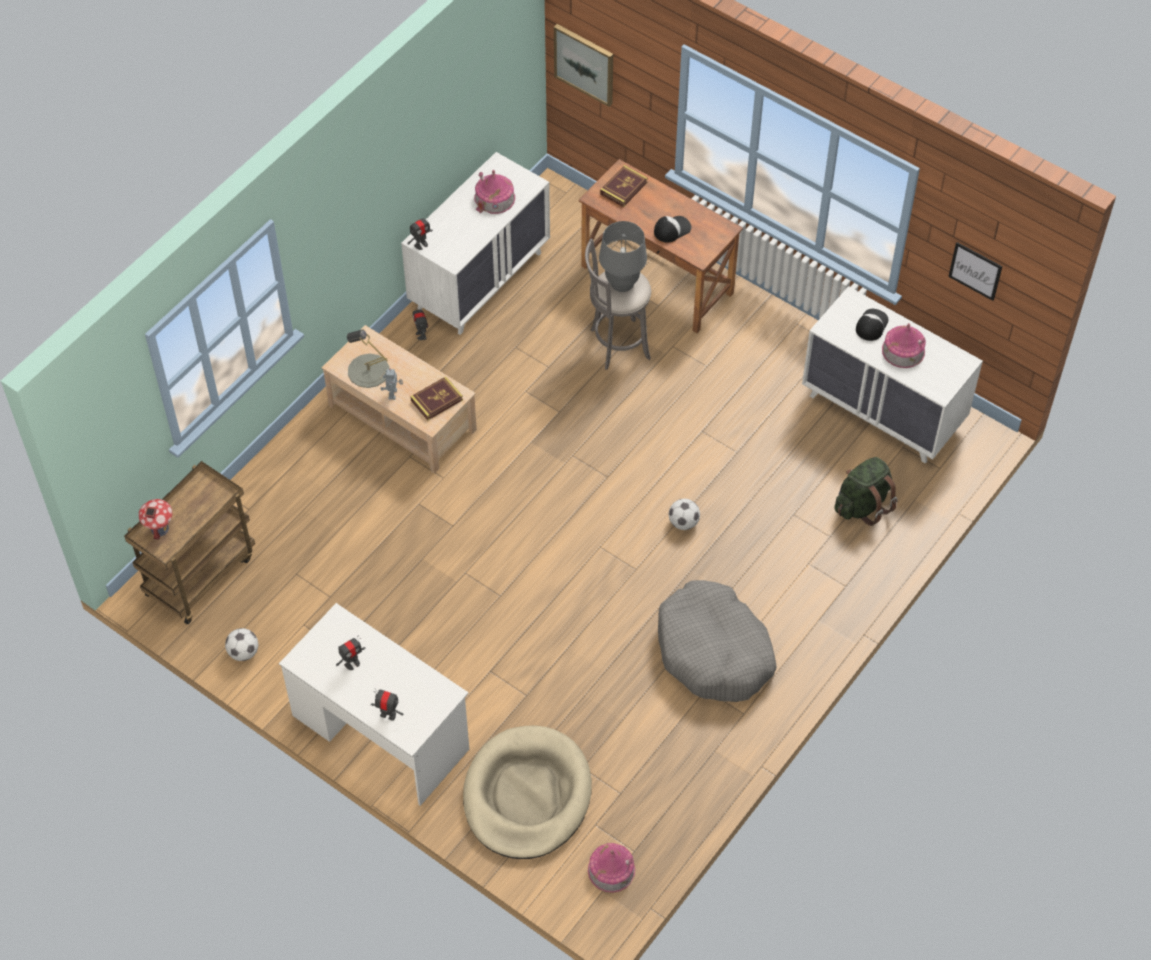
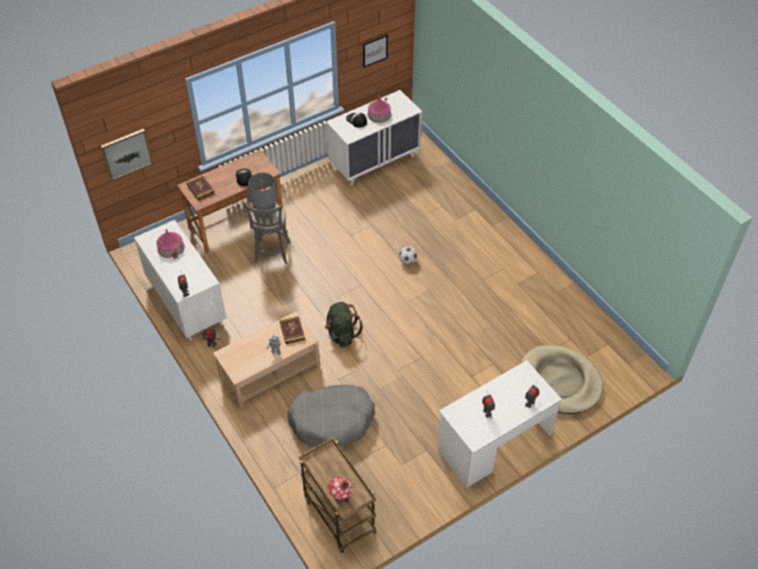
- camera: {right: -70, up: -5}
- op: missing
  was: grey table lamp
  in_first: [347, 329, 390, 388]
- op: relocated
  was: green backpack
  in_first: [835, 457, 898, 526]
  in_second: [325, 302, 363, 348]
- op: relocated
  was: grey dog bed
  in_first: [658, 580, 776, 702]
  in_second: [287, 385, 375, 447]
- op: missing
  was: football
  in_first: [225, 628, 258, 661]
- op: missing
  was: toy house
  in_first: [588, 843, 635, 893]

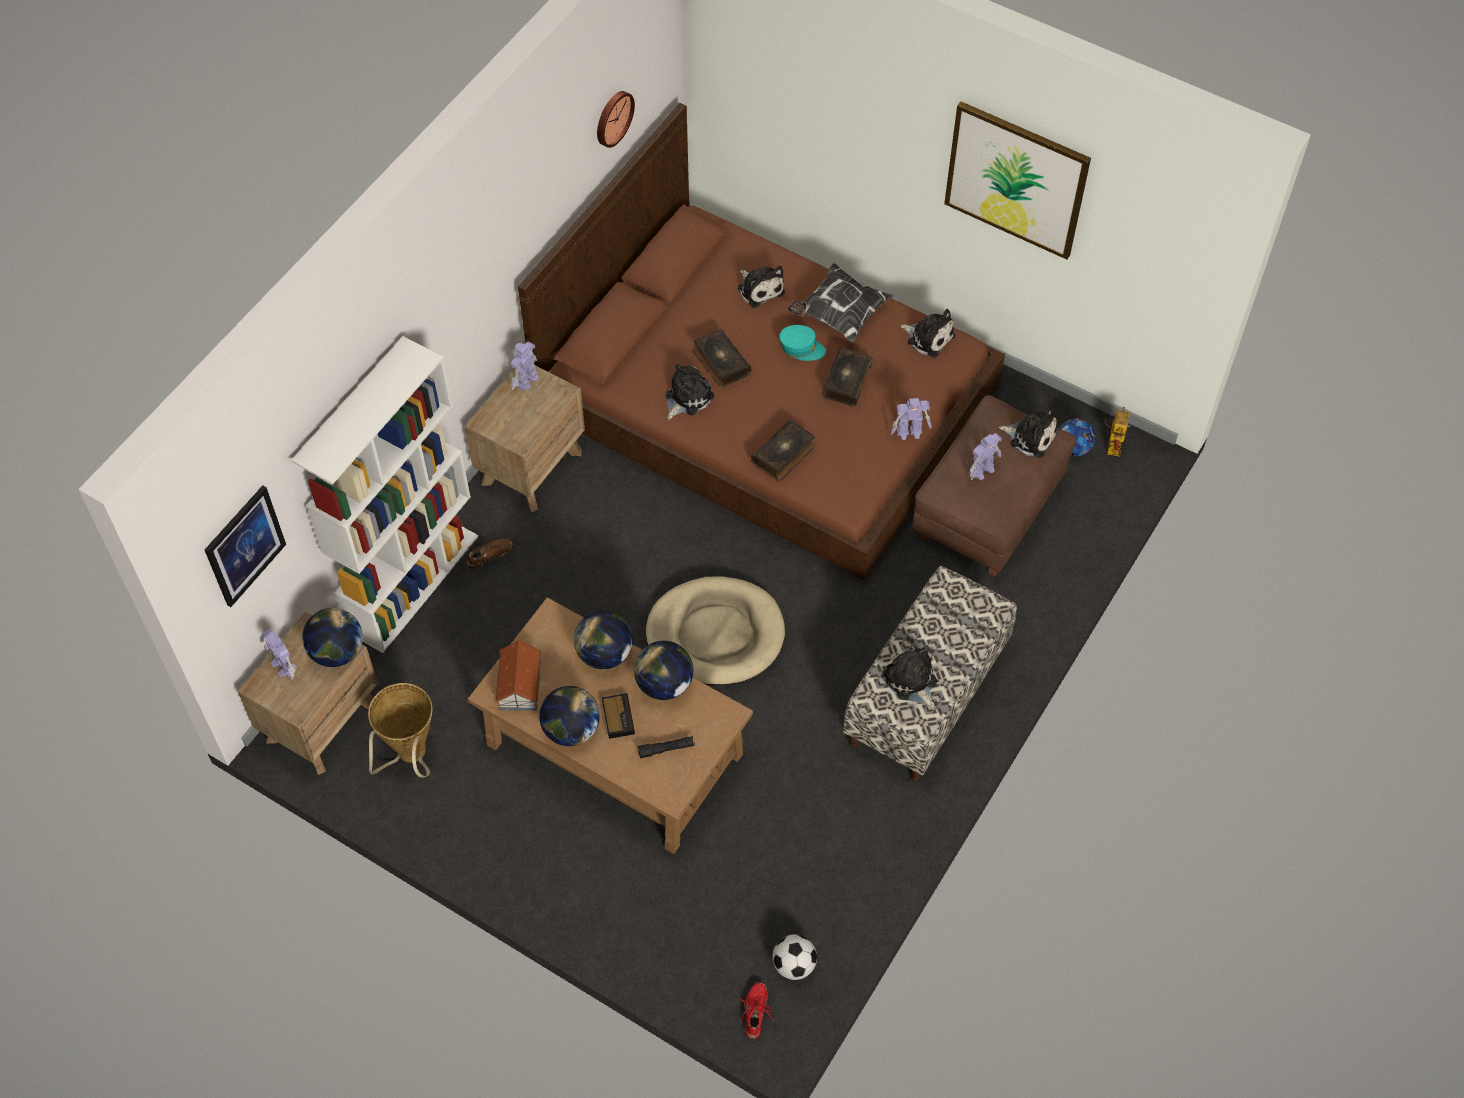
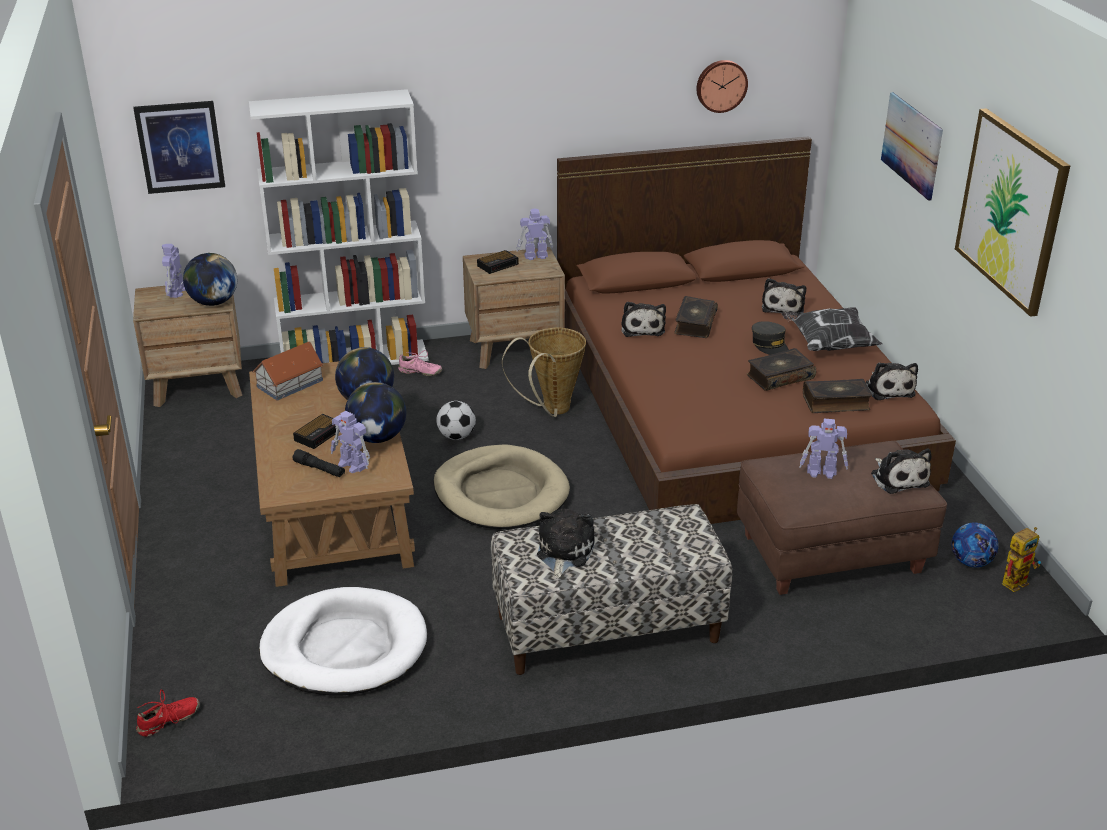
- camera: {right: 45, up: -25}
- op: colour
  was: turquoise cap
  now: grey cap
  in_first: [779, 325, 826, 361]
  in_second: [752, 321, 789, 355]
- op: spun
  was: plush toy
  in_first: [666, 364, 714, 420]
  in_second: [621, 302, 666, 337]
  clockwise: 90
- op: relocated
  was: toy robot
  in_first: [891, 398, 932, 440]
  in_second: [331, 411, 370, 473]
- op: relocated
  was: book
  in_first: [751, 420, 815, 481]
  in_second: [803, 379, 872, 413]
- op: colour
  was: brown shoe
  now: pink shoe
  in_first: [466, 533, 512, 569]
  in_second: [398, 350, 442, 376]
- op: relocated
  was: basket
  in_first: [368, 683, 433, 778]
  in_second: [502, 328, 586, 417]
- op: missing
  was: globe
  in_first: [539, 686, 600, 746]
- op: relocated
  was: football
  in_first: [772, 934, 817, 980]
  in_second: [436, 401, 476, 440]
- op: appeared
  now: picture
  in_second: [881, 92, 943, 201]
- op: appeared
  now: alarm clock
  in_second: [477, 250, 519, 274]
- op: appeared
  now: white dog bed
  in_second: [259, 587, 427, 696]

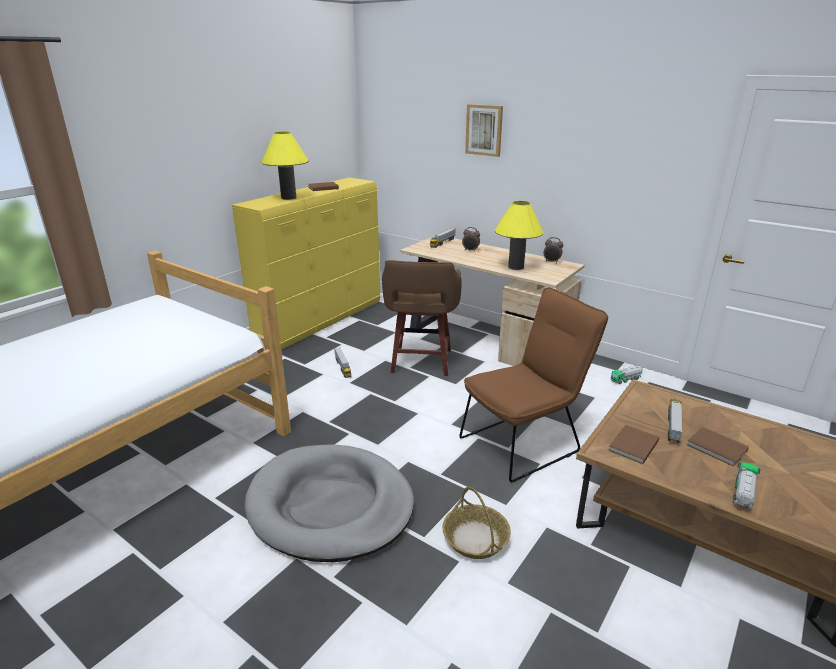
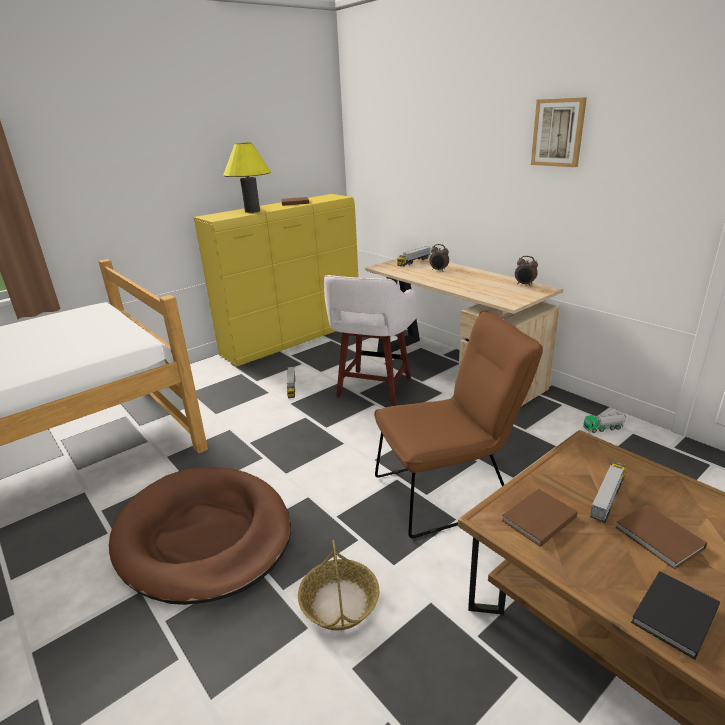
- camera: {right: 15, up: 0}
- op: relocated
  was: picture
  in_first: [465, 104, 503, 157]
  in_second: [531, 97, 587, 167]
- op: missing
  was: yellow table lamp
  in_first: [495, 201, 543, 270]
- op: colour
  was: brown stool
  now: white stool
  in_first: [382, 260, 462, 376]
  in_second: [324, 275, 417, 405]
- op: colour
  was: grey dog bed
  now: brown dog bed
  in_first: [245, 444, 414, 562]
  in_second: [109, 467, 291, 605]
- op: exchanged
  was: toy truck
  now: black book
  in_first: [733, 462, 760, 509]
  in_second: [631, 571, 720, 660]

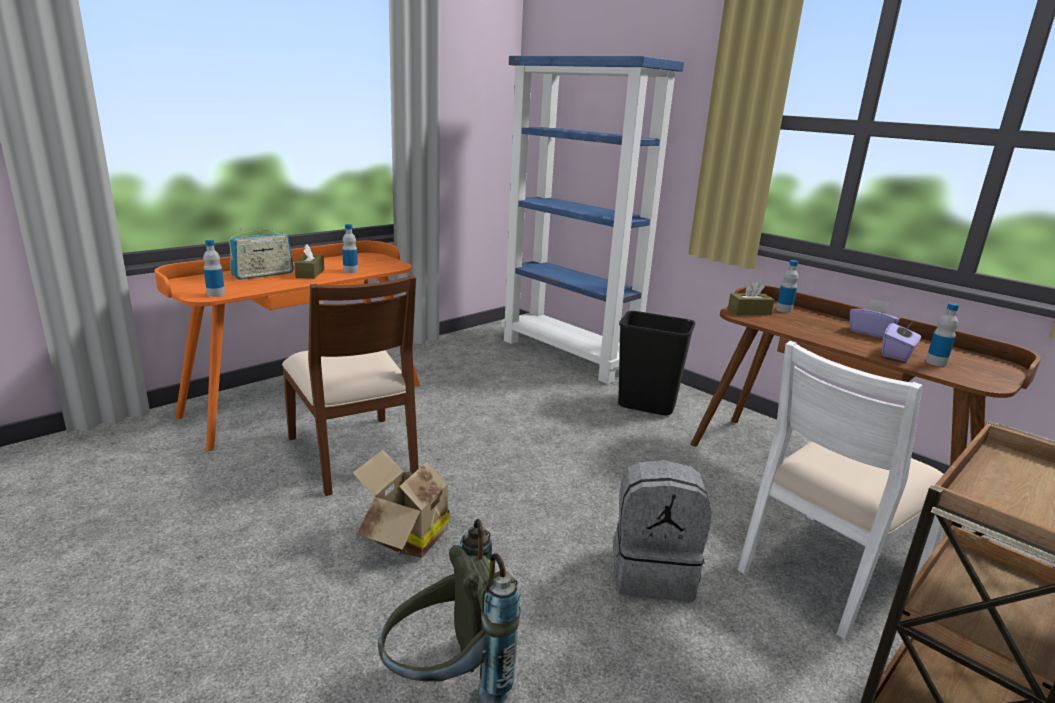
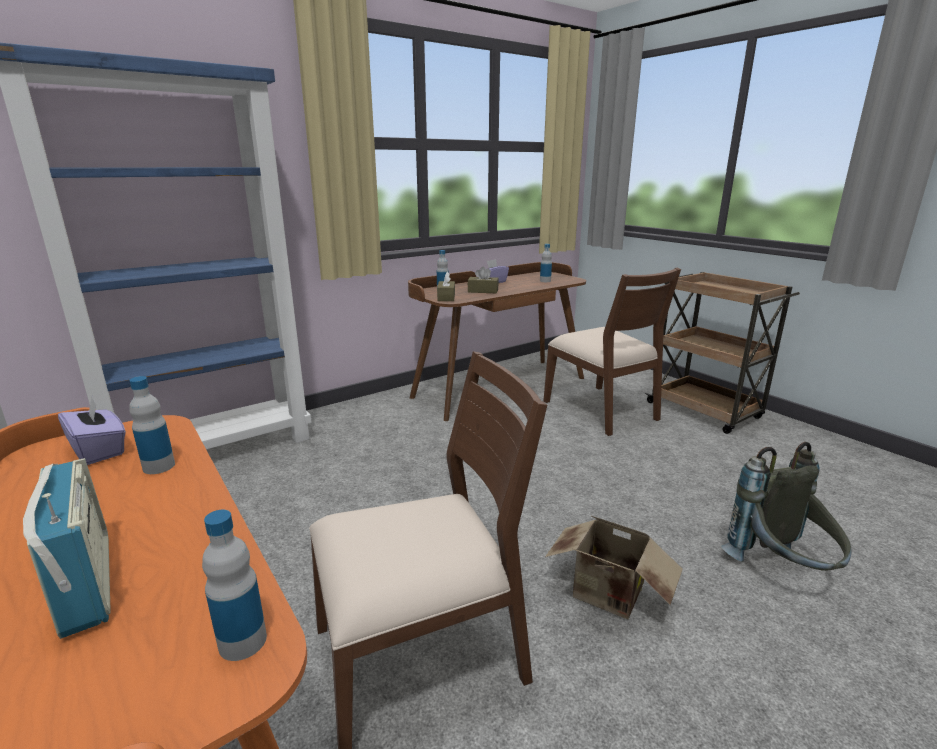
- camera: {right: -80, up: 0}
- op: relocated
  was: brown tissue box
  in_first: [294, 244, 325, 279]
  in_second: [468, 266, 499, 293]
- op: missing
  was: black trash can
  in_first: [618, 311, 695, 415]
- op: relocated
  was: purple tissue box
  in_first: [882, 322, 921, 361]
  in_second: [58, 398, 126, 465]
- op: colour
  was: white chair
  now: brown chair
  in_first: [737, 341, 944, 640]
  in_second: [543, 268, 681, 436]
- op: missing
  was: grey backpack
  in_first: [613, 460, 711, 601]

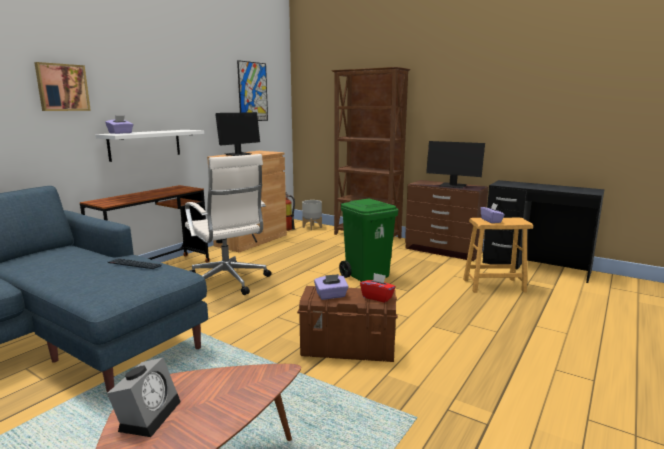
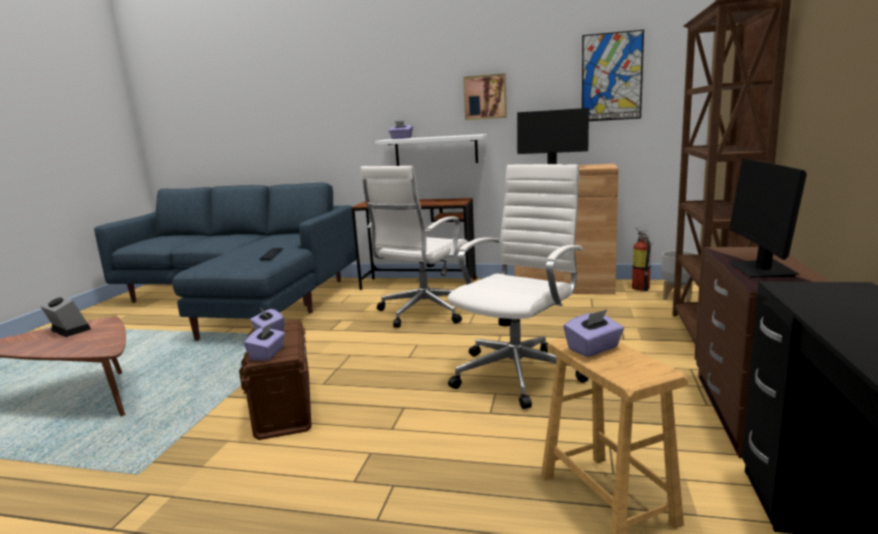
- camera: {right: 70, up: 0}
- op: relocated
  was: picture
  in_first: [34, 62, 91, 111]
  in_second: [463, 74, 507, 120]
- op: exchanged
  was: green trash can
  now: white office chair
  in_first: [339, 199, 398, 282]
  in_second: [448, 164, 589, 409]
- op: colour
  was: red tissue box
  now: purple tissue box
  in_first: [360, 273, 396, 303]
  in_second: [244, 323, 285, 361]
- op: spun
  was: alarm clock
  in_first: [107, 358, 181, 437]
  in_second: [40, 296, 91, 337]
  clockwise: -135

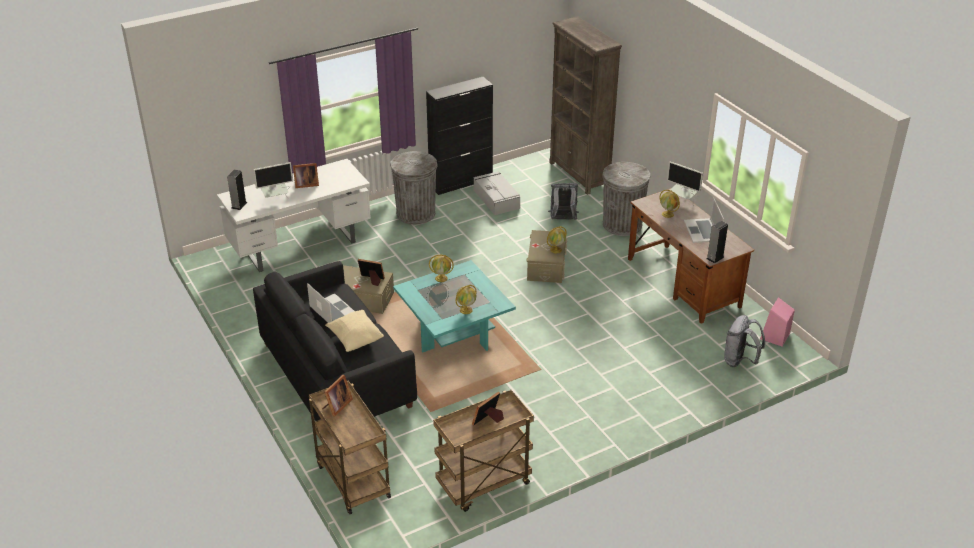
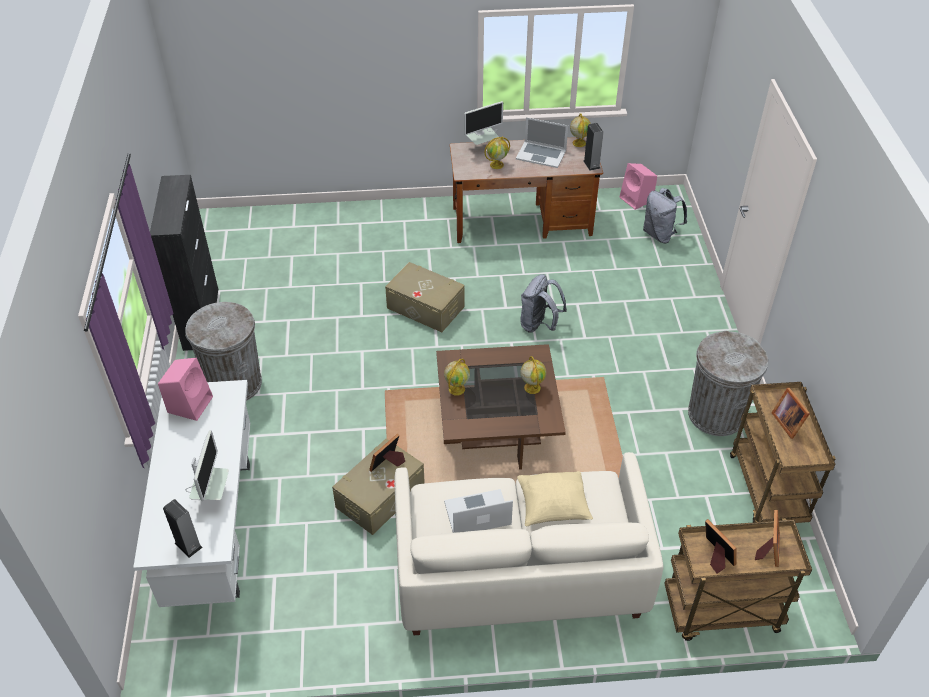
- camera: {right: -65, up: 10}
- op: missing
  was: brown bookcase
  in_first: [549, 16, 622, 195]
- op: relocated
  was: grey trash can
  in_first: [603, 162, 651, 236]
  in_second: [688, 331, 768, 436]
- op: relocated
  was: picture frame
  in_first: [293, 163, 319, 188]
  in_second: [755, 510, 780, 567]
- op: missing
  was: grey storage box
  in_first: [473, 171, 520, 215]
- op: relocated
  was: grey backpack
  in_first: [548, 183, 579, 220]
  in_second: [520, 274, 567, 333]
- op: relocated
  was: globe
  in_first: [547, 226, 567, 253]
  in_second: [570, 113, 591, 147]
- op: colour
  was: turquoise coffee table
  now: brown coffee table
  in_first: [393, 260, 516, 352]
  in_second: [436, 344, 566, 470]
- op: colour
  was: black sofa
  now: white sofa
  in_first: [253, 261, 417, 421]
  in_second: [394, 452, 663, 635]
- op: appeared
  now: pink speaker
  in_second: [158, 358, 213, 421]

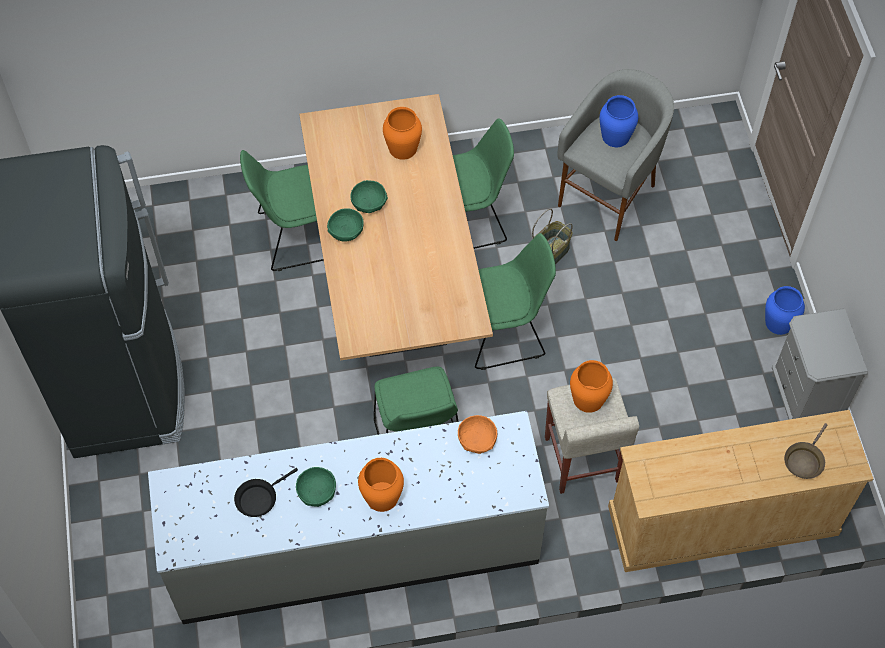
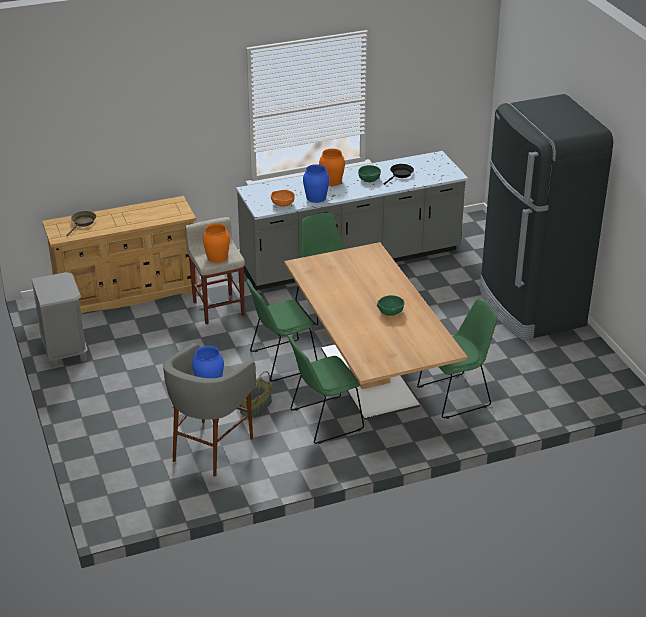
- camera: {right: 170, up: -25}
- op: missing
  was: orange vase
  in_first: [383, 107, 422, 160]
- op: missing
  was: green bowl
  in_first: [327, 208, 364, 242]
- op: relocated
  was: blue vase
  in_first: [765, 286, 805, 335]
  in_second: [303, 164, 329, 203]

